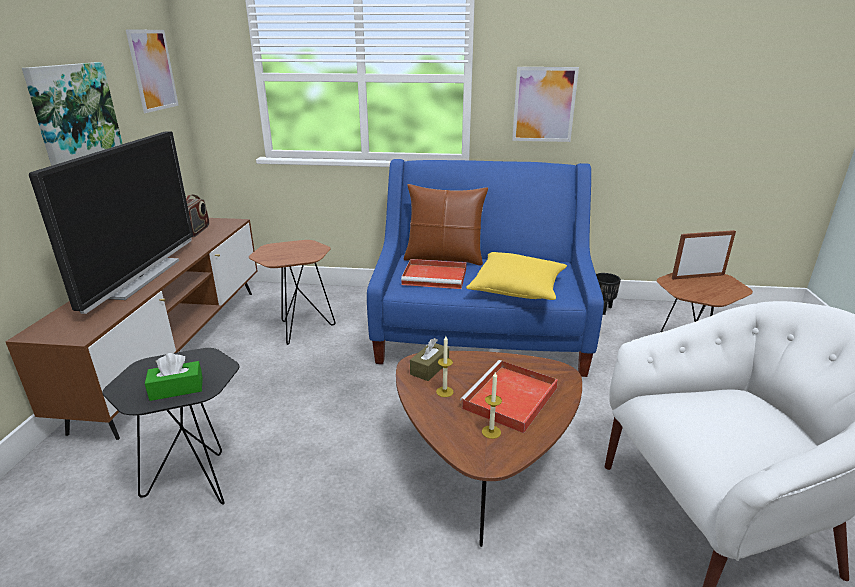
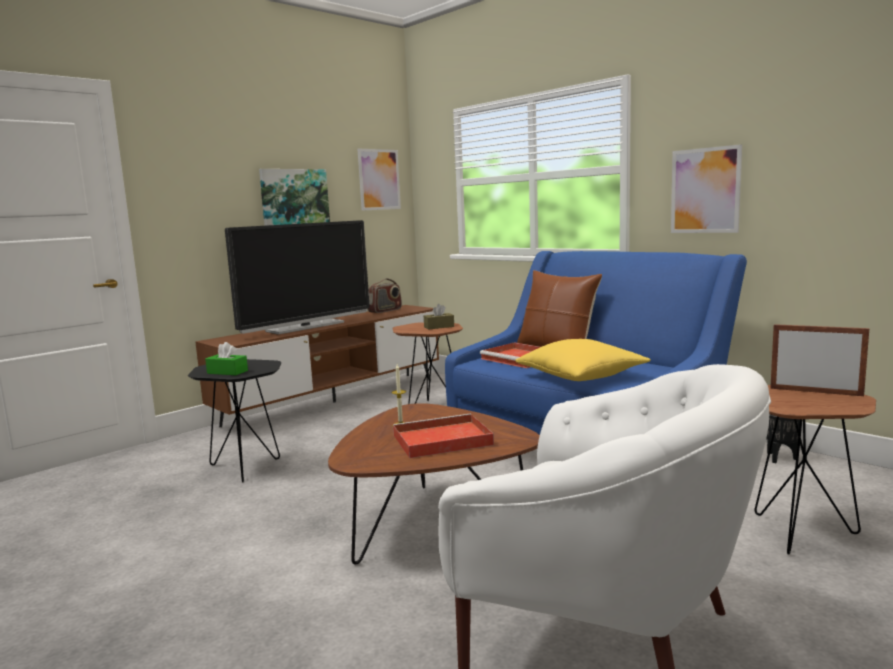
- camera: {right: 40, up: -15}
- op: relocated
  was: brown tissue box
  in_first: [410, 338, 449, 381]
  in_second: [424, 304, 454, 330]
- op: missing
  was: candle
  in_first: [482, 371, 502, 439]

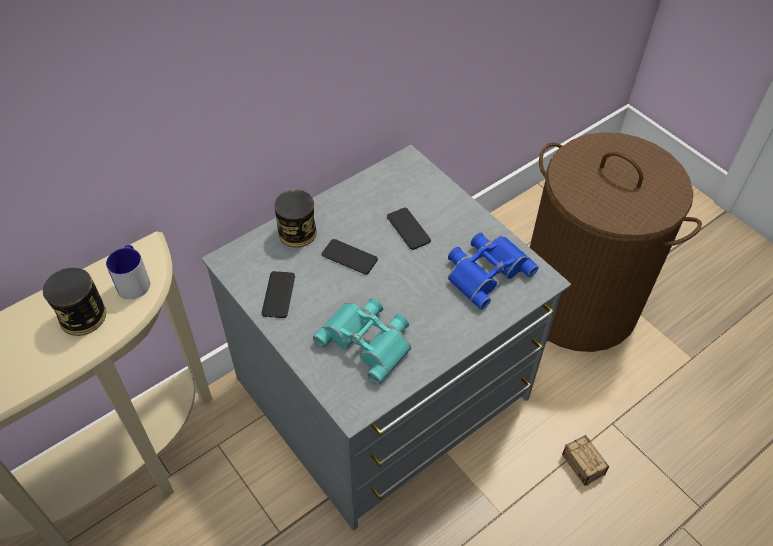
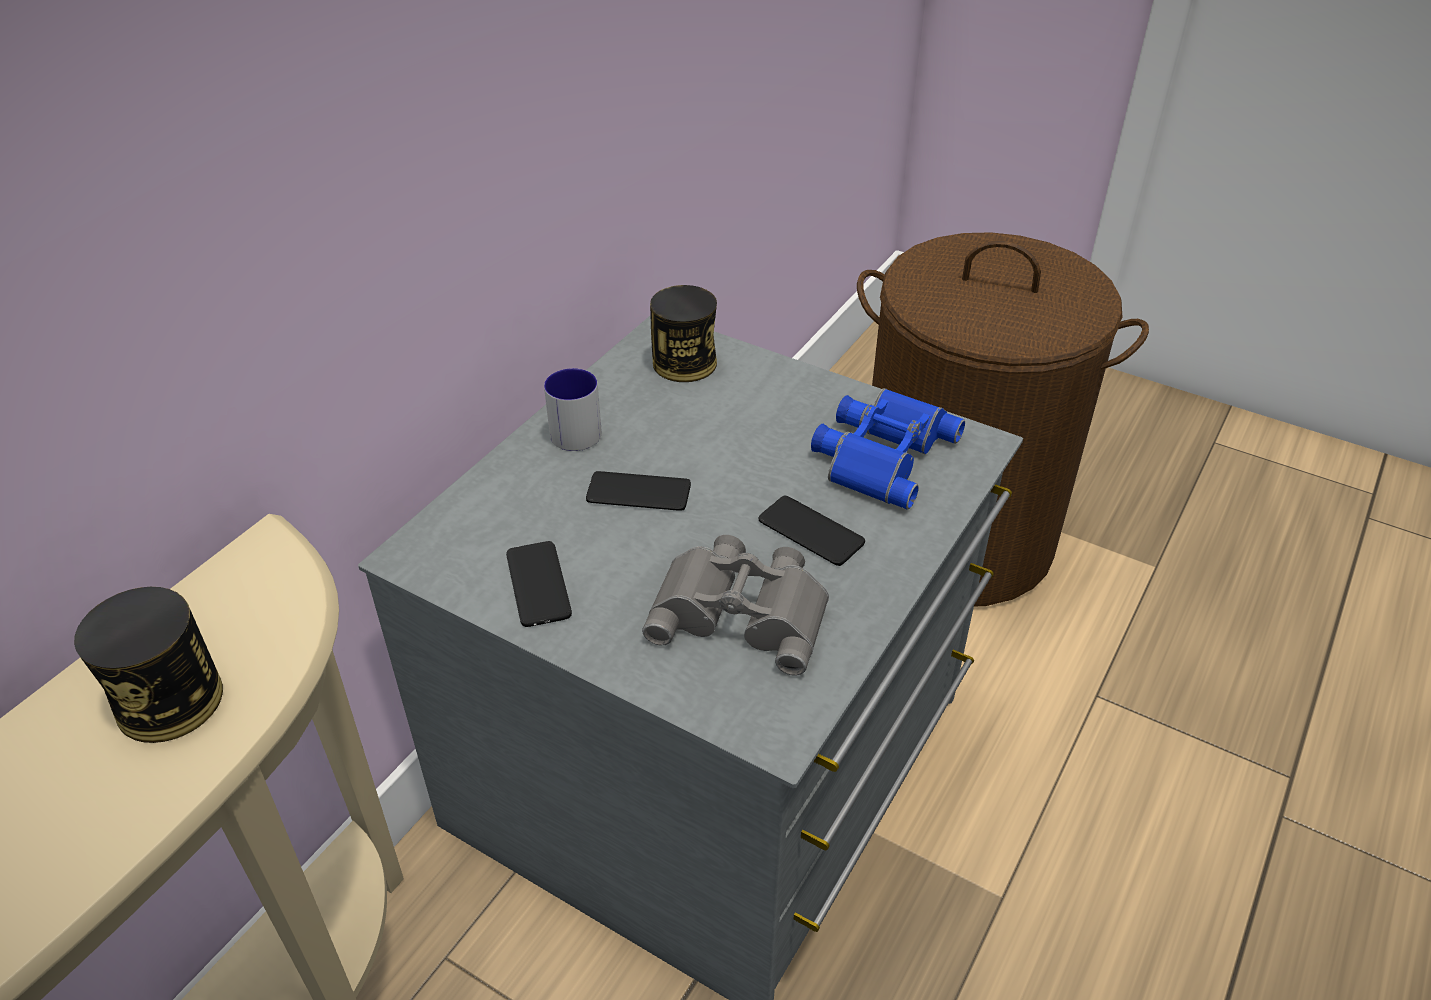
- camera: {right: -20, up: -10}
- op: relocated
  was: can
  in_first: [274, 190, 317, 247]
  in_second: [650, 285, 717, 382]
- op: relocated
  was: phone
  in_first: [387, 207, 431, 250]
  in_second: [758, 495, 865, 566]
- op: relocated
  was: mug
  in_first: [106, 245, 150, 299]
  in_second: [544, 368, 602, 451]
- op: colour
  was: turquoise binoculars
  now: grey binoculars
  in_first: [313, 298, 411, 384]
  in_second: [642, 535, 829, 675]
- op: missing
  was: storage box
  in_first: [562, 435, 657, 492]

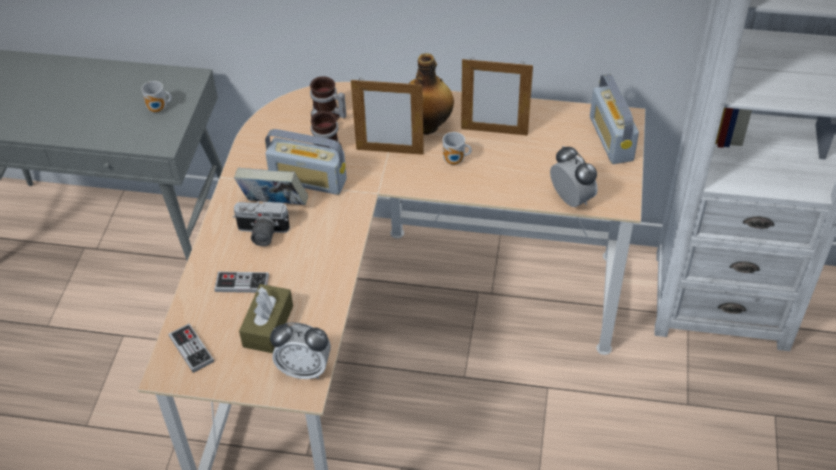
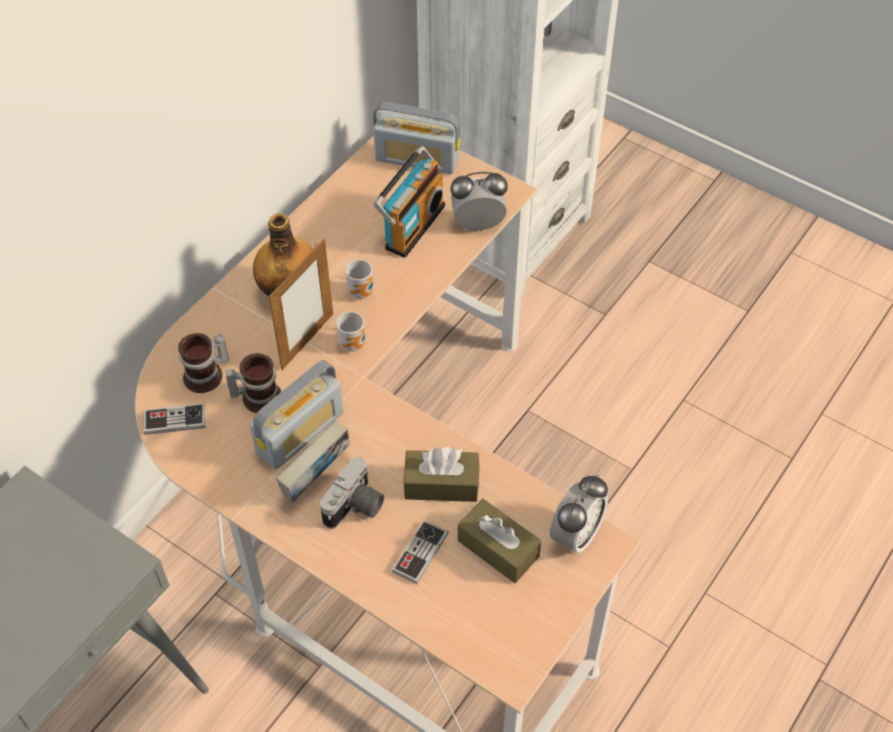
- camera: {right: -65, up: 5}
- op: missing
  was: picture frame
  in_first: [461, 57, 533, 136]
- op: relocated
  was: mug
  in_first: [141, 81, 172, 113]
  in_second: [336, 312, 365, 352]
- op: relocated
  was: game controller
  in_first: [168, 323, 214, 373]
  in_second: [144, 403, 205, 435]
- op: appeared
  now: radio
  in_second: [373, 146, 445, 258]
- op: appeared
  now: brown tissue box
  in_second: [403, 447, 479, 502]

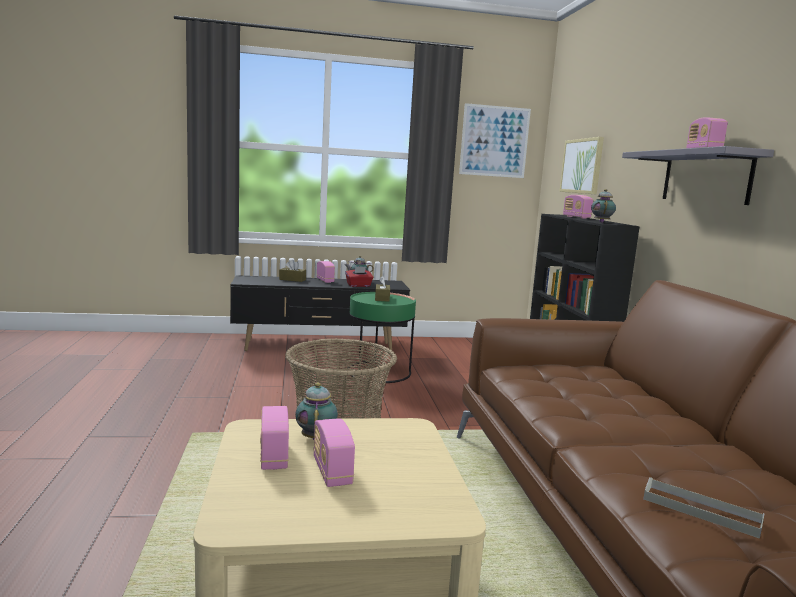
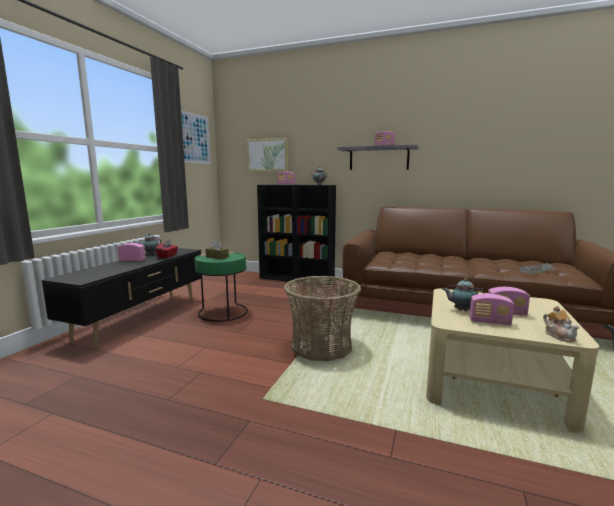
- camera: {right: -60, up: 0}
- op: missing
  was: brown tissue box
  in_first: [279, 260, 306, 282]
- op: appeared
  now: teapot
  in_second: [543, 306, 579, 342]

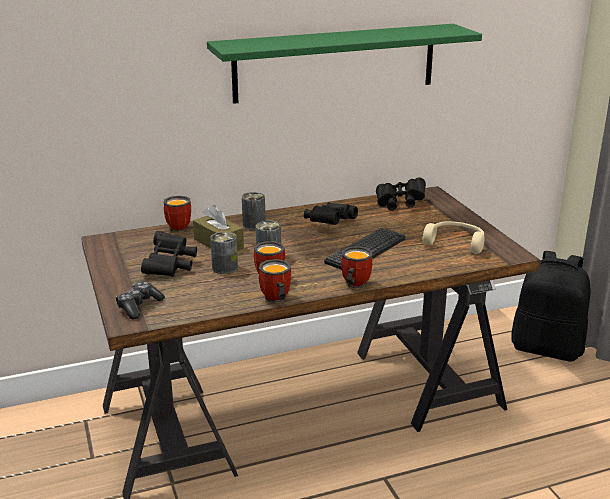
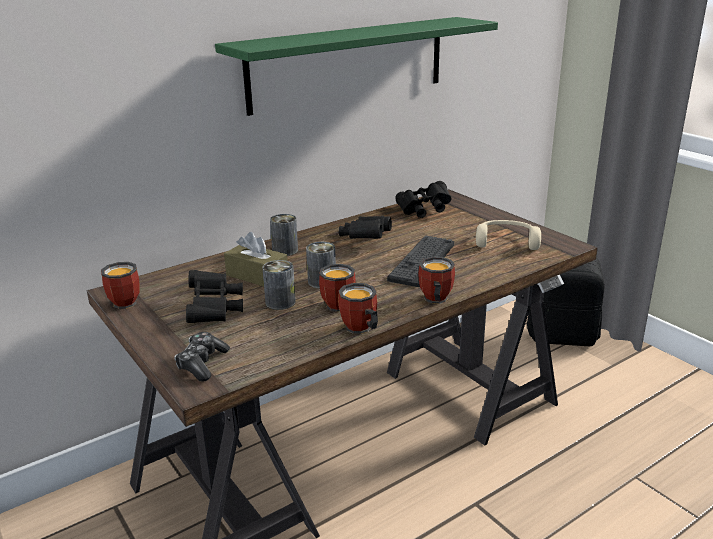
- camera: {right: -15, up: 0}
- op: relocated
  was: mug
  in_first: [164, 196, 191, 232]
  in_second: [101, 262, 140, 309]

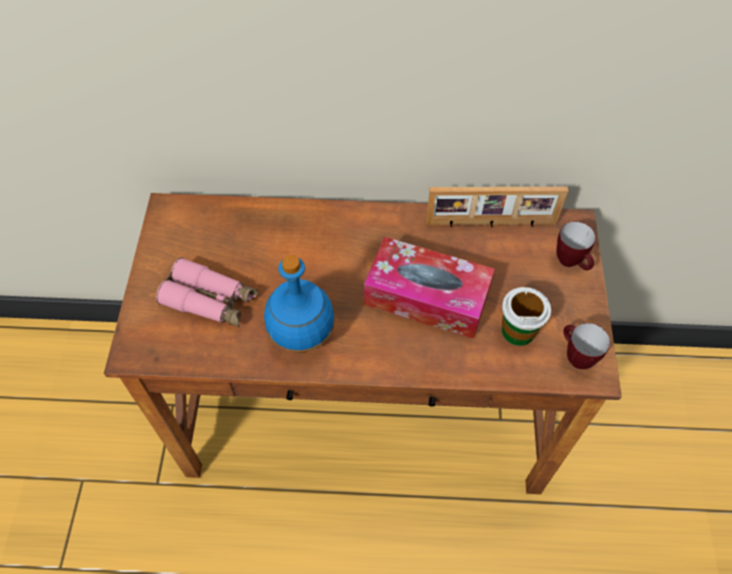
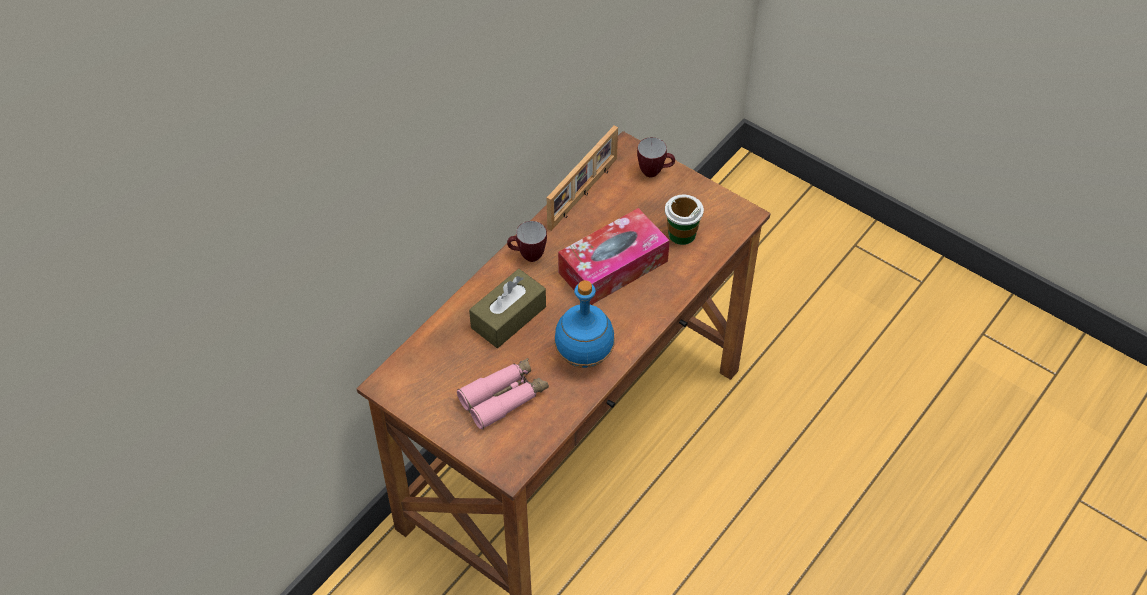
- camera: {right: -55, up: -5}
- op: relocated
  was: mug
  in_first: [563, 323, 610, 369]
  in_second: [507, 221, 547, 262]
- op: appeared
  now: brown tissue box
  in_second: [469, 269, 546, 348]

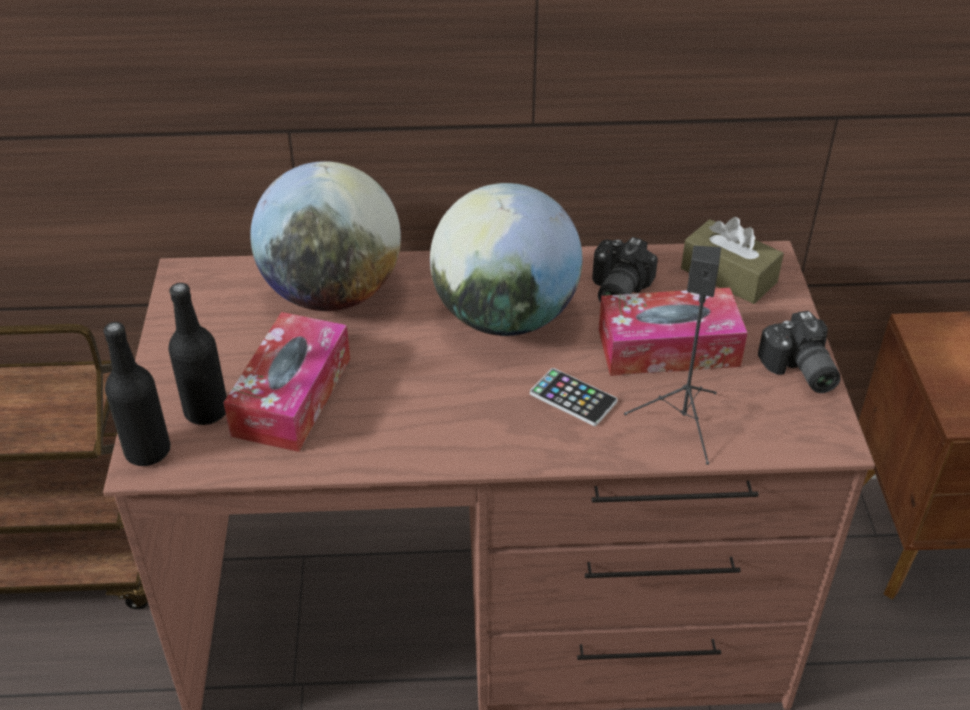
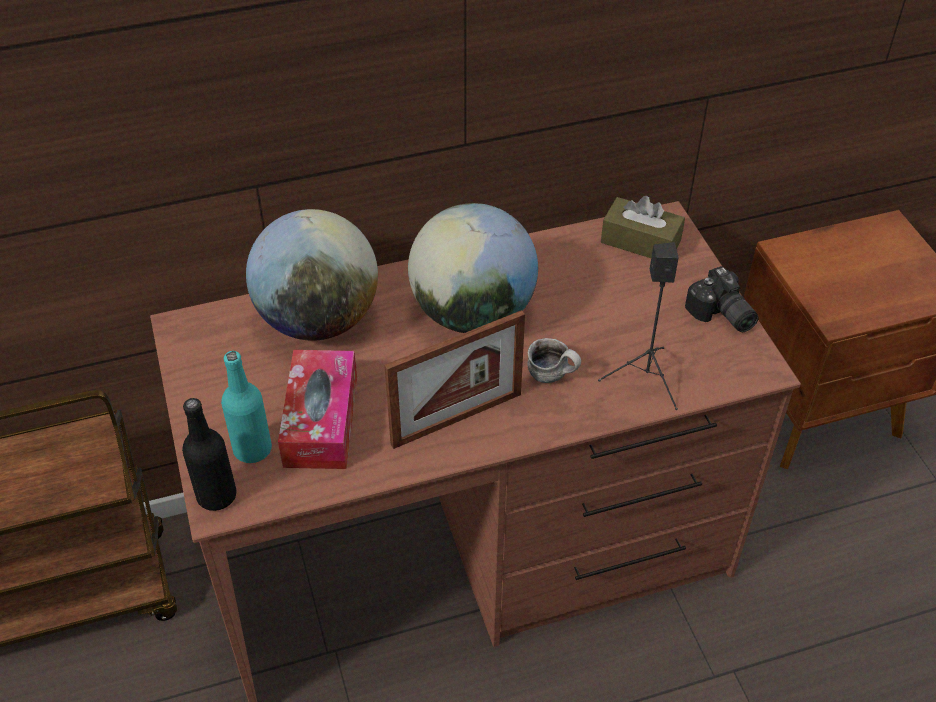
- camera: {right: -15, up: 5}
- op: missing
  was: photo camera
  in_first: [592, 237, 658, 303]
- op: colour
  was: black bottle
  now: turquoise bottle
  in_first: [168, 283, 227, 425]
  in_second: [221, 351, 272, 463]
- op: missing
  was: tissue box
  in_first: [598, 288, 747, 376]
- op: exchanged
  was: phone
  now: mug
  in_first: [530, 368, 618, 426]
  in_second: [527, 338, 581, 383]
- op: appeared
  now: picture frame
  in_second: [384, 310, 525, 449]

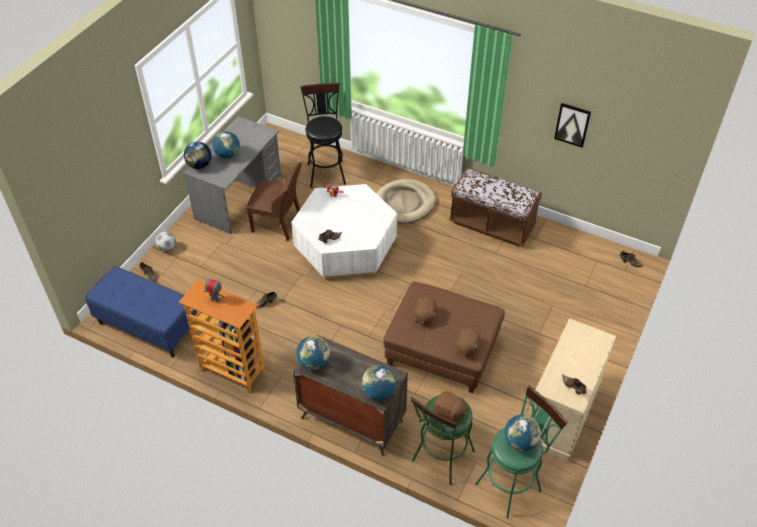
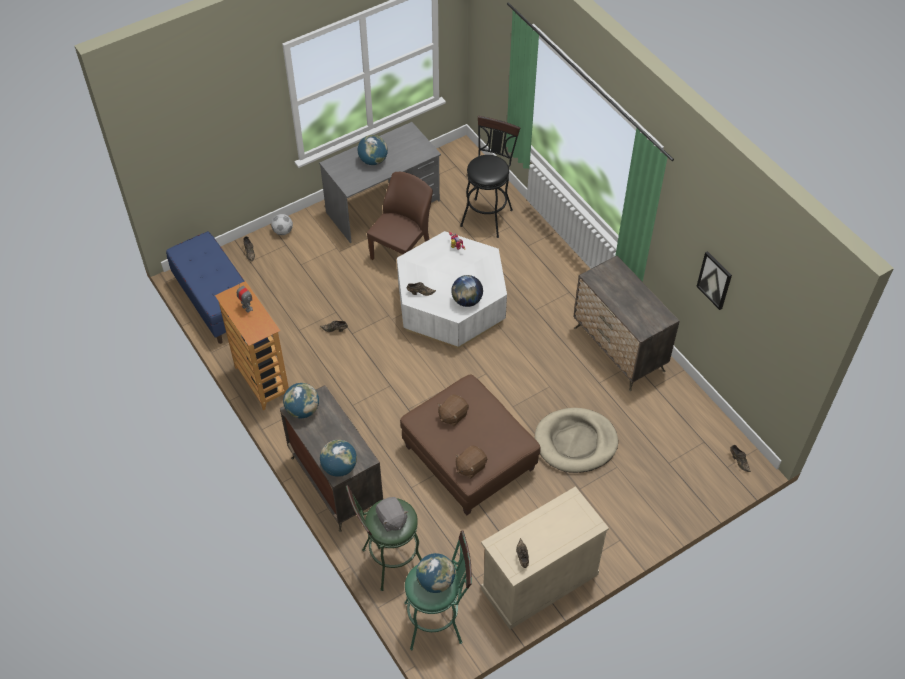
- camera: {right: 30, up: 5}
- op: relocated
  was: globe
  in_first: [184, 142, 212, 169]
  in_second: [451, 275, 483, 307]
- op: spun
  was: brown chair
  in_first: [246, 162, 302, 241]
  in_second: [367, 172, 433, 260]
  clockwise: -105
- op: exchanged
  was: brown bench
  now: dresser
  in_first: [449, 167, 542, 247]
  in_second: [573, 256, 680, 391]
- op: relocated
  was: beige dog bed
  in_first: [376, 179, 436, 223]
  in_second: [535, 408, 618, 473]
- op: colour
  was: brown plush toy
  now: grey plush toy
  in_first: [434, 391, 467, 422]
  in_second: [376, 497, 408, 532]

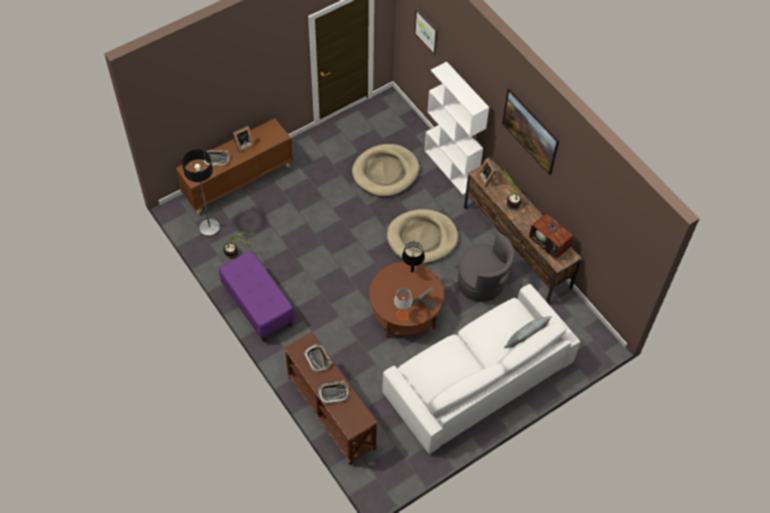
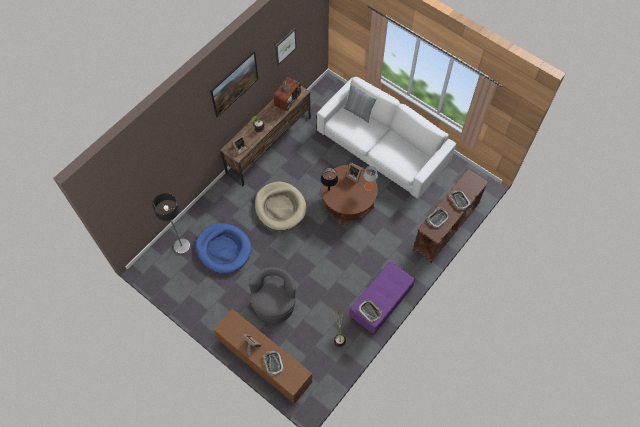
- camera: {right: -105, up: 5}
- op: relocated
  was: picture
  in_first: [414, 8, 438, 56]
  in_second: [275, 28, 297, 66]
- op: missing
  was: white bookcase
  in_first: [424, 62, 489, 195]
- op: colour
  was: beige dog bed
  now: blue dog bed
  in_first: [352, 144, 419, 197]
  in_second: [195, 223, 252, 273]
- op: relocated
  was: floor lamp
  in_first: [182, 149, 220, 236]
  in_second: [152, 193, 190, 254]
- op: relocated
  was: grey armchair
  in_first: [458, 233, 515, 302]
  in_second: [249, 267, 296, 323]
- op: appeared
  now: tray
  in_second: [358, 299, 382, 323]

